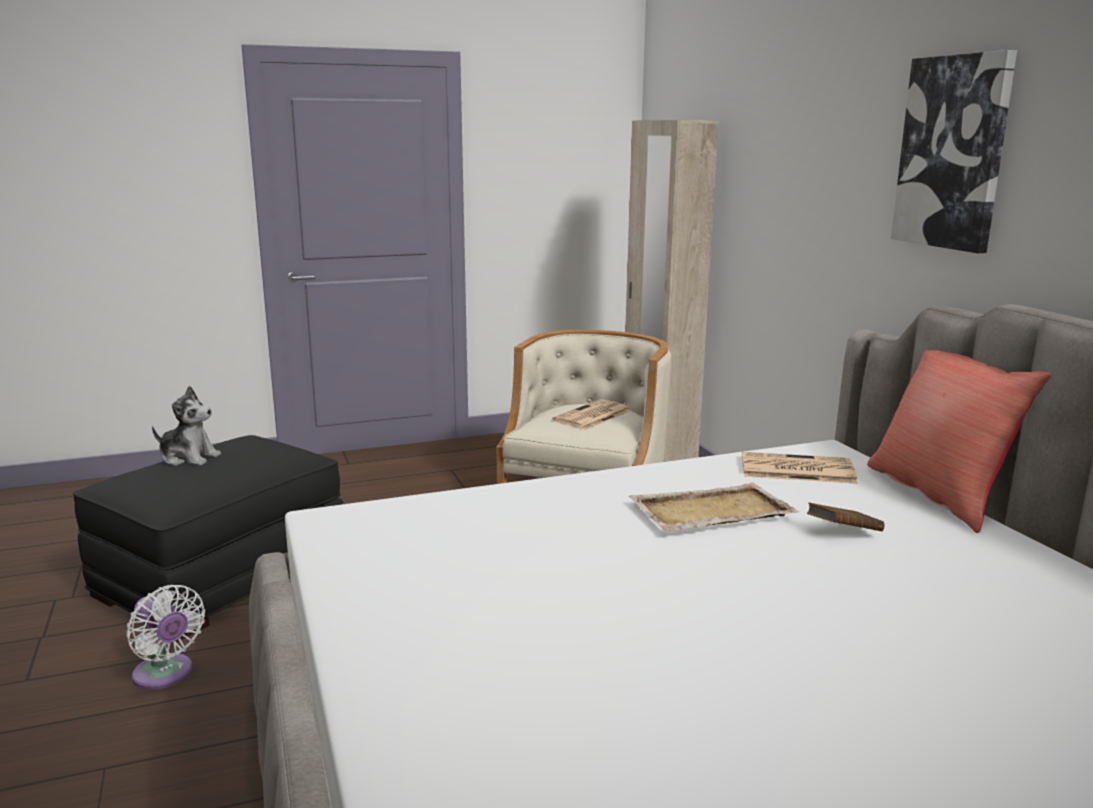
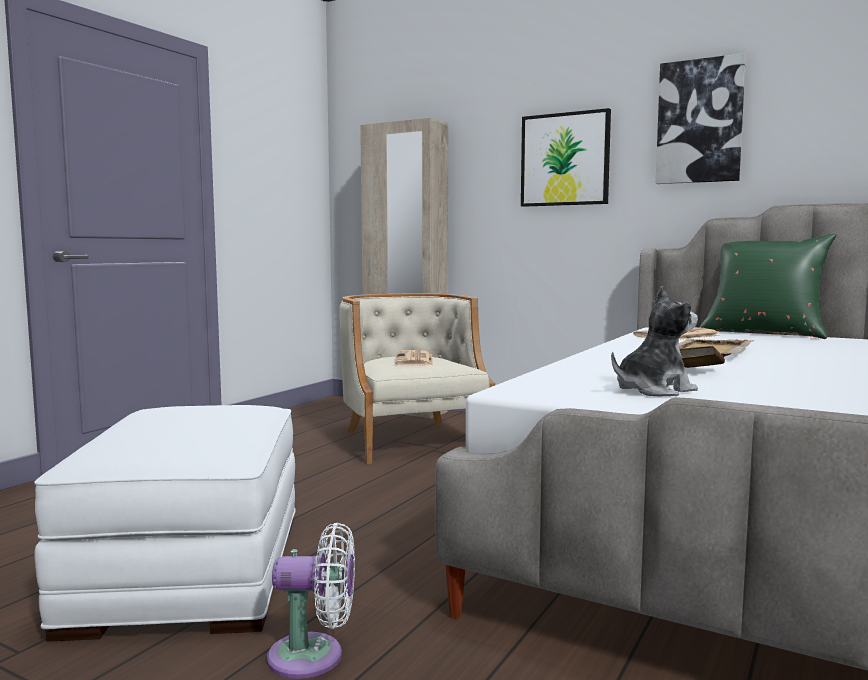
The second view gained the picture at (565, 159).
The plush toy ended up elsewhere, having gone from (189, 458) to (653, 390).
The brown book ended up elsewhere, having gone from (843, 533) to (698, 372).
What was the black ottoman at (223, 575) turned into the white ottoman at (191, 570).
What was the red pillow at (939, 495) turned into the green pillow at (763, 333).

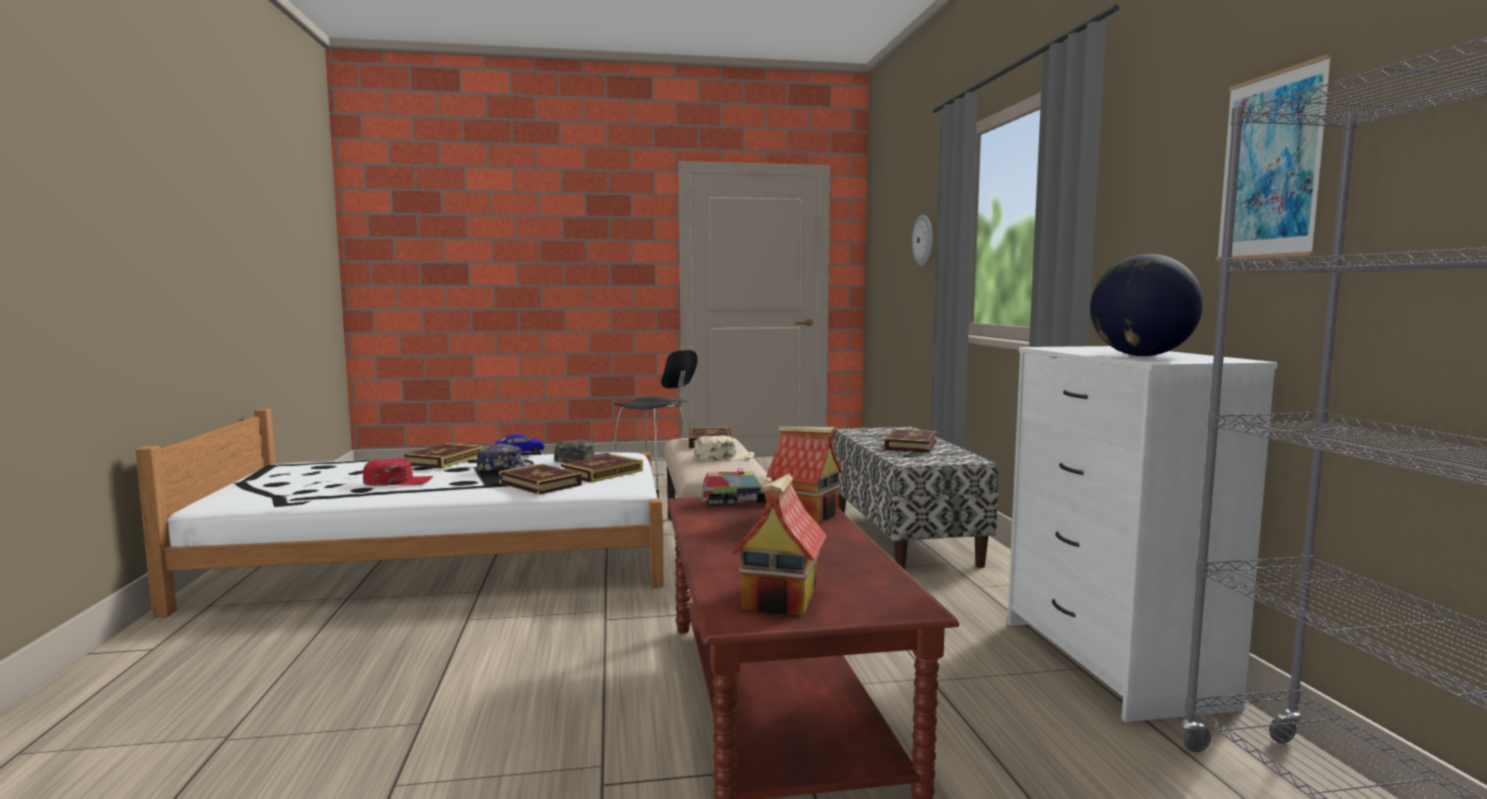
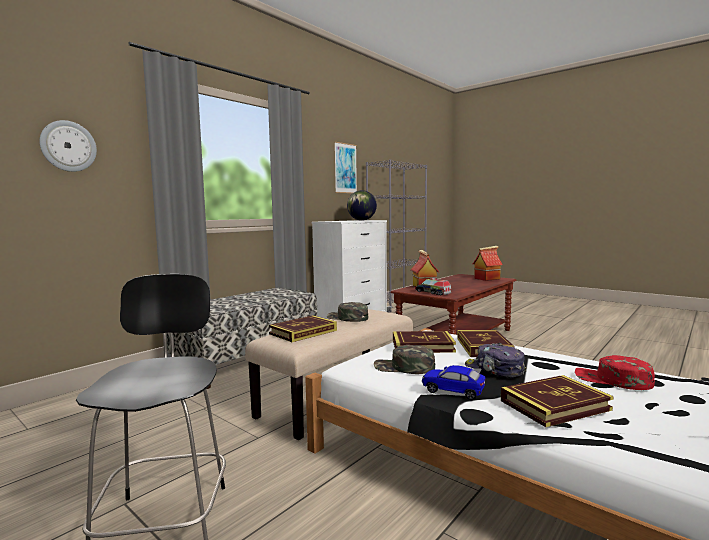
The second view lost the book at (911, 445).
What was the beige cap at (724, 457) turned into the green cap at (347, 318).

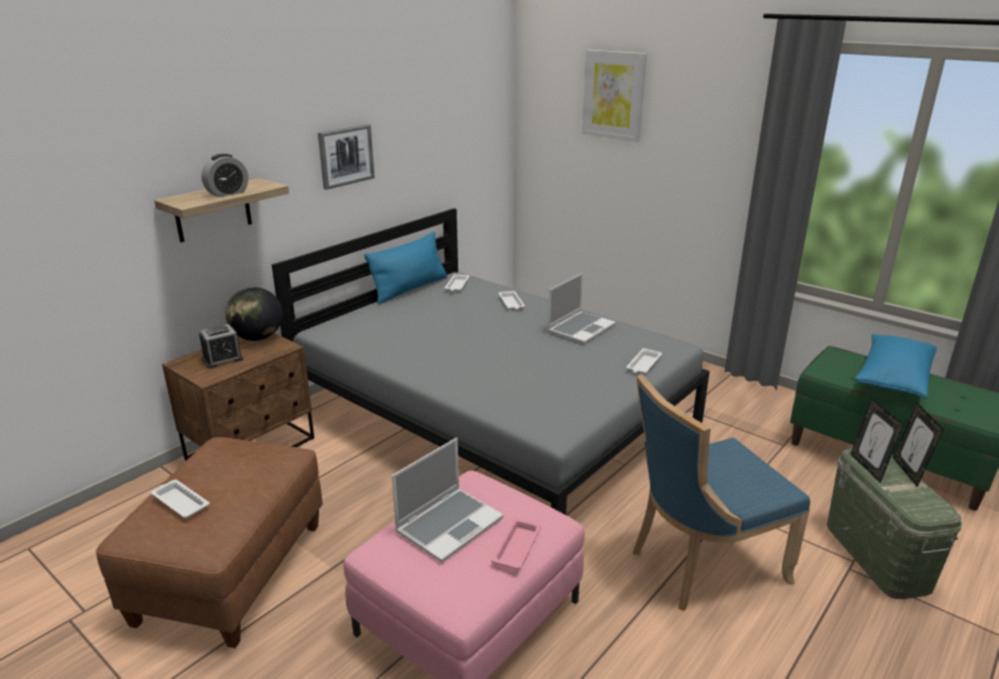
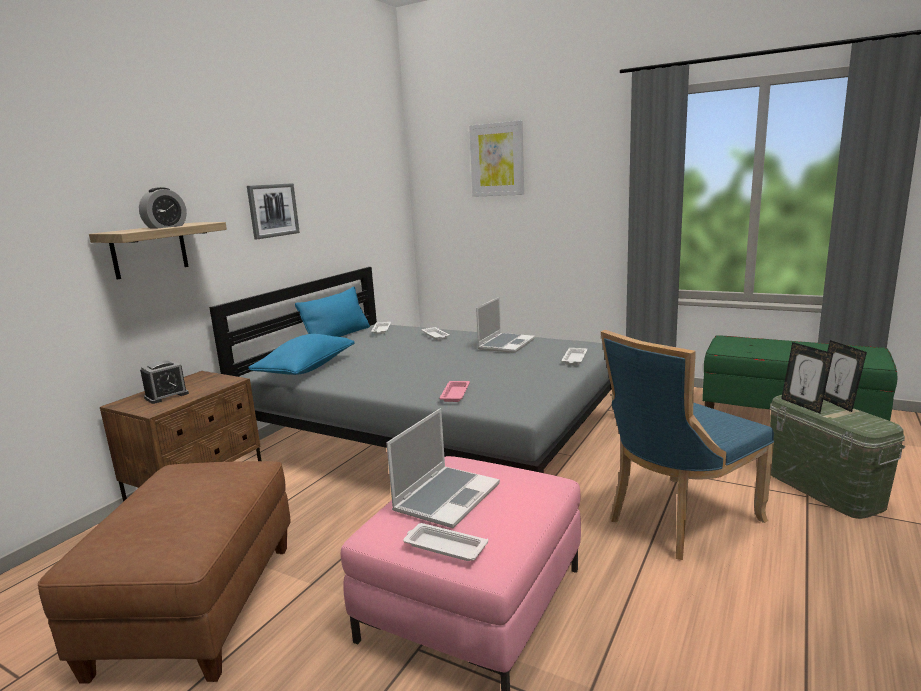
The second view lost the globe at (258, 338).
The white tray ended up elsewhere, having gone from (180, 502) to (444, 546).
The pink tray ended up elsewhere, having gone from (517, 546) to (455, 393).
The blue pillow ended up elsewhere, having gone from (893, 379) to (306, 369).

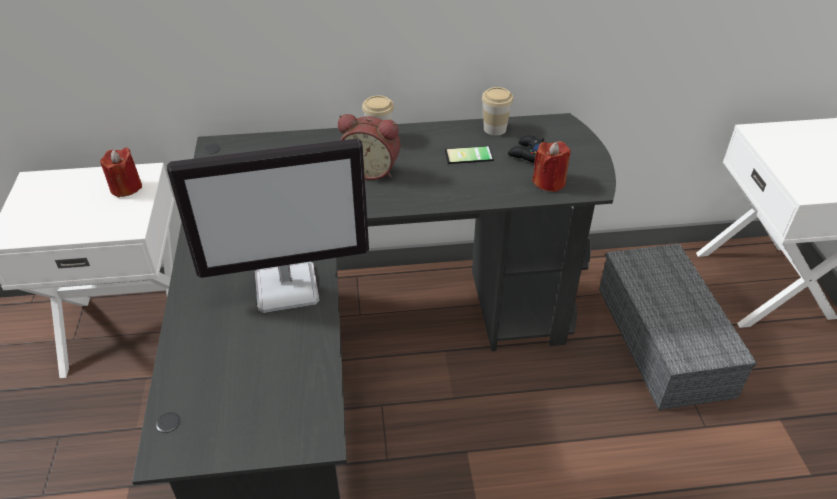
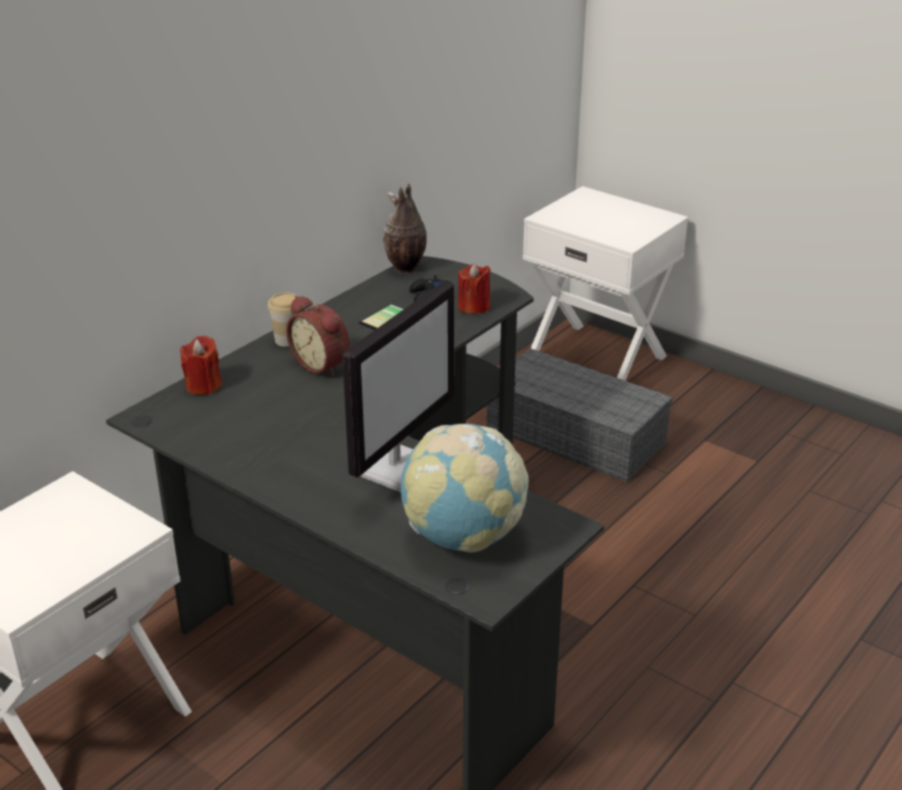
The second view lost the cup at (495, 129).
The second view gained the vase at (405, 269).
The second view gained the globe at (463, 537).
The red candle ended up elsewhere, having gone from (126, 187) to (203, 386).
The alarm clock at (371, 170) ended up facing another way, 75 degrees clockwise from before.

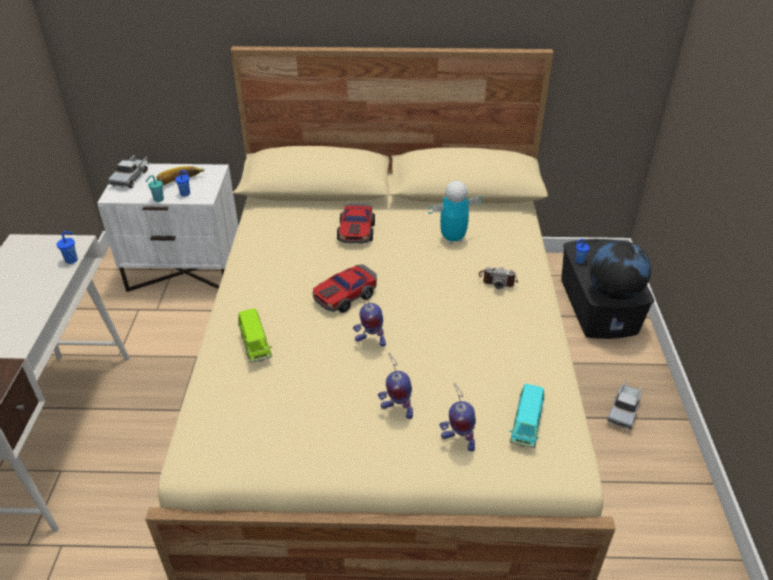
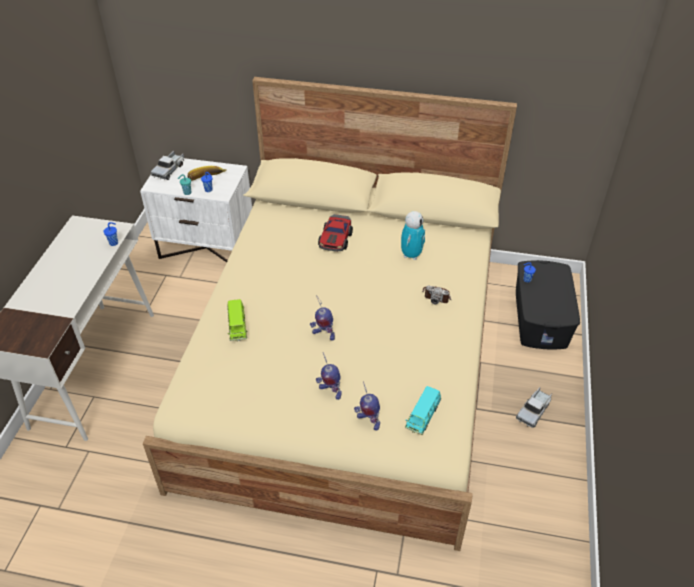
The second view lost the toy car at (345, 296).
The second view lost the globe at (614, 292).
The toy robot at (452, 239) ended up facing another way, 120 degrees clockwise from before.

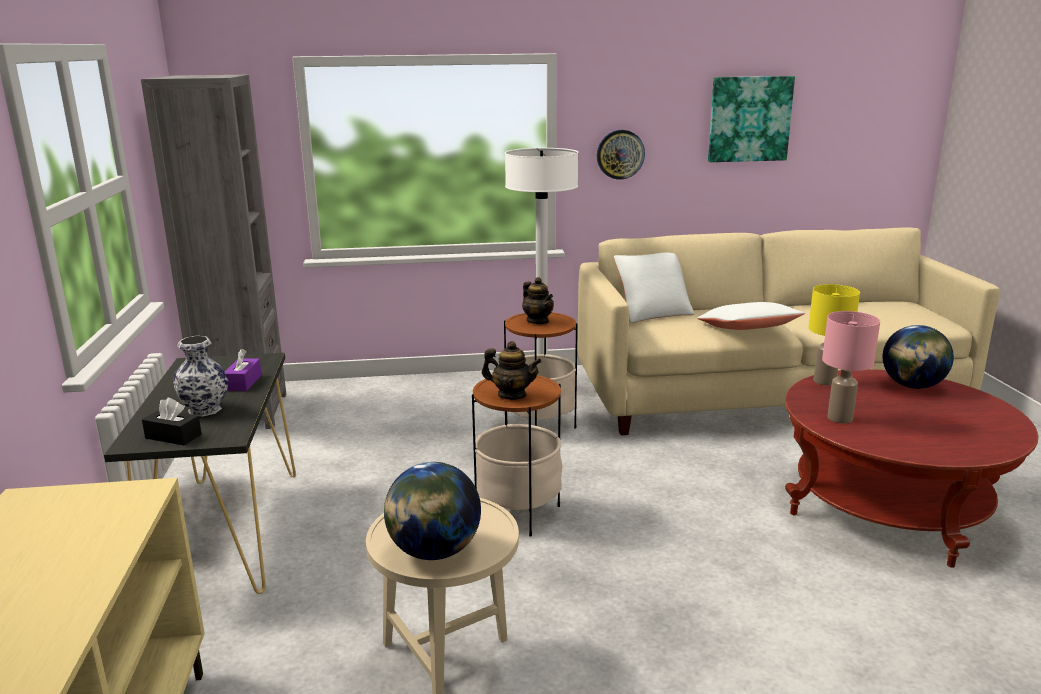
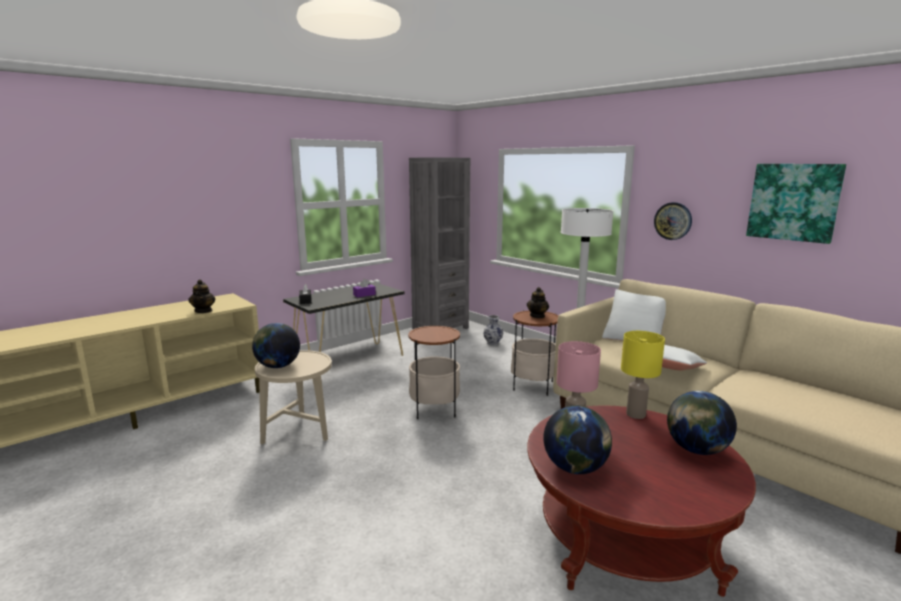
The second view gained the globe at (575, 468).
The vase ended up elsewhere, having gone from (204, 409) to (493, 343).
The teapot ended up elsewhere, having gone from (512, 395) to (203, 311).

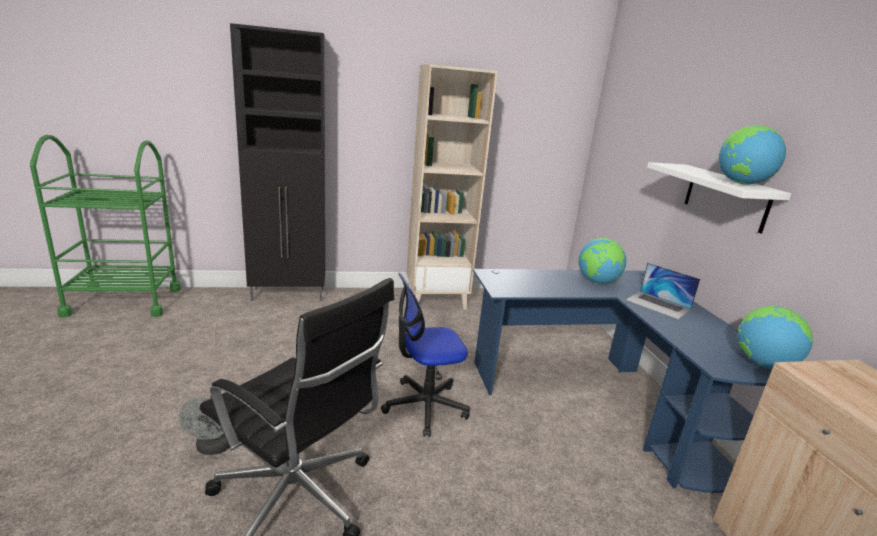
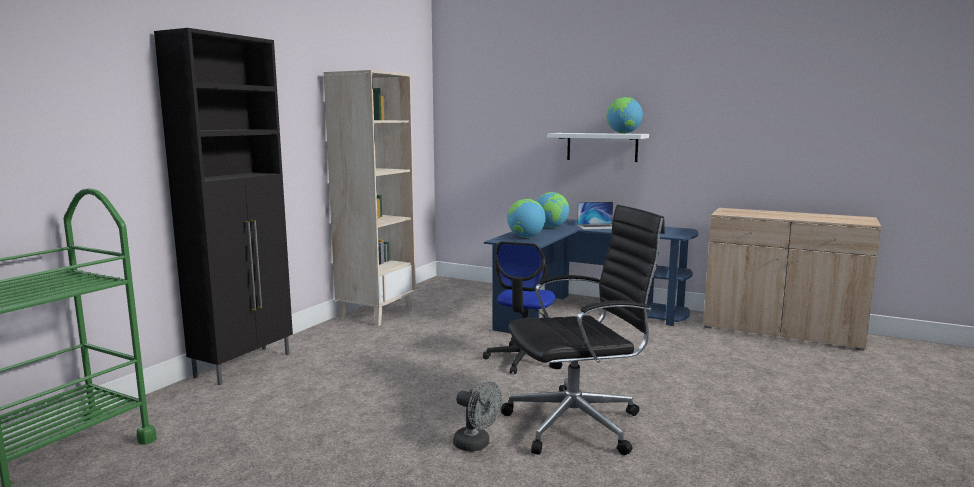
The globe ended up elsewhere, having gone from (762, 364) to (525, 237).

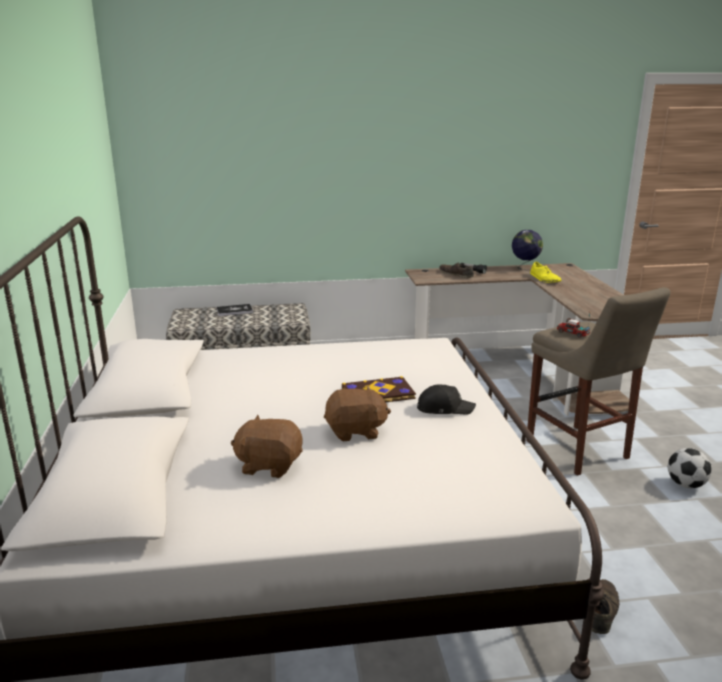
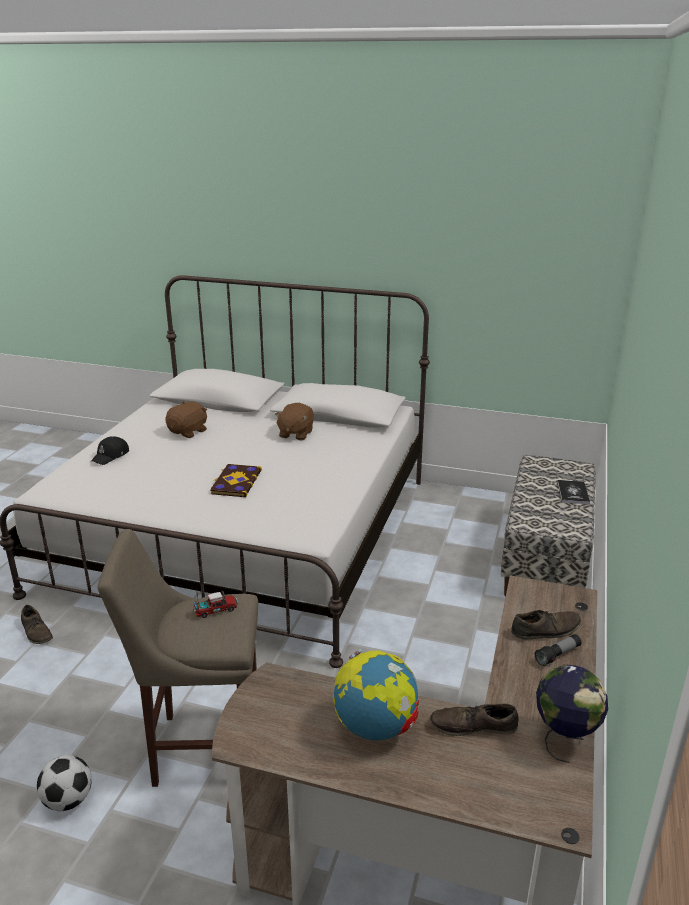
The second view gained the globe at (375, 727).
The brown plush toy ended up elsewhere, having gone from (355, 431) to (295, 434).
The black cap ended up elsewhere, having gone from (444, 408) to (111, 456).
What was the yellow shoe at (544, 279) turned into the brown shoe at (473, 726).

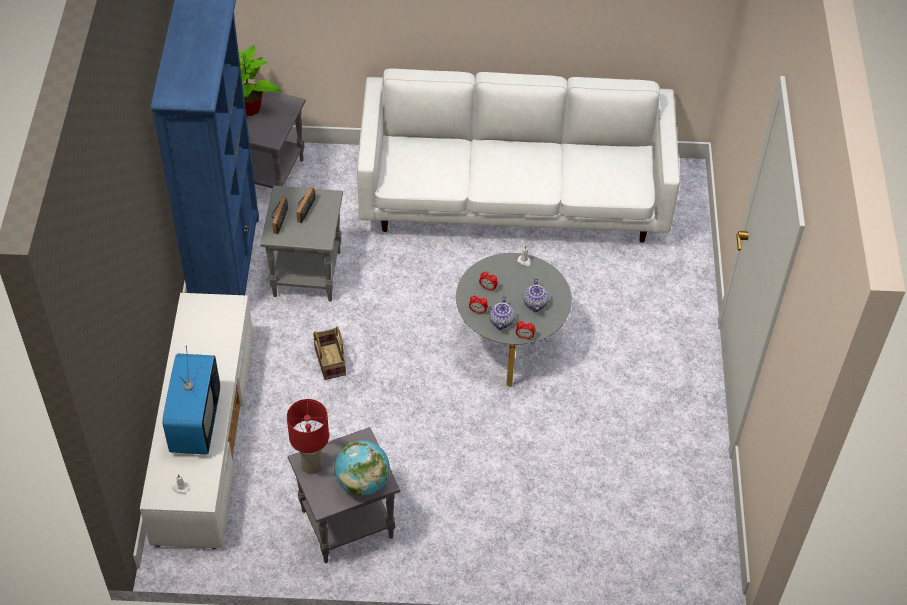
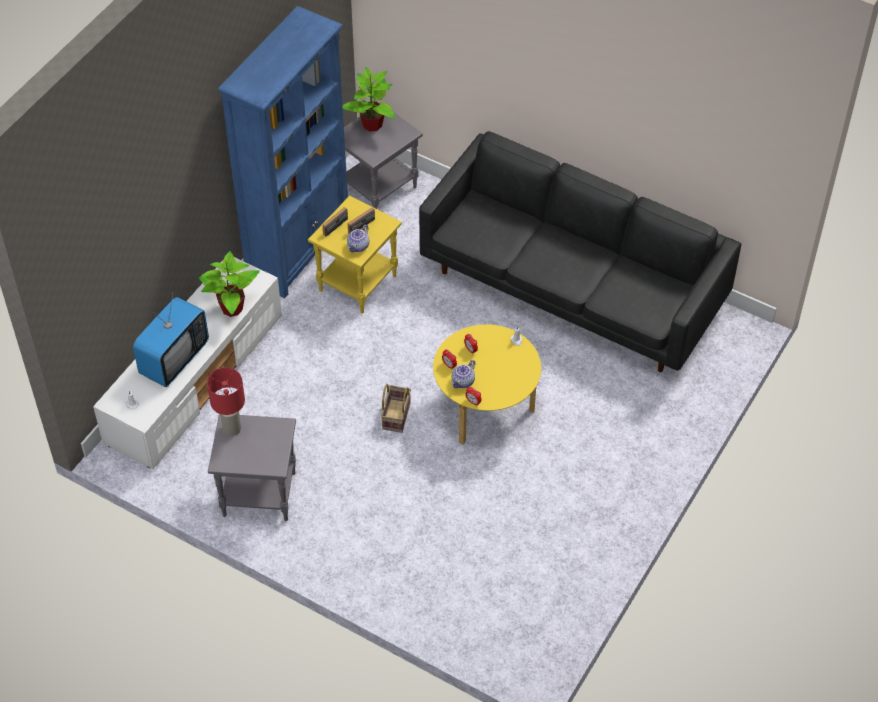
The second view lost the globe at (362, 482).
The second view gained the potted plant at (231, 309).
The basket ended up elsewhere, having gone from (329, 361) to (395, 415).
The teapot ended up elsewhere, having gone from (536, 303) to (358, 247).
What was the grey side table at (308, 275) turned into the yellow side table at (358, 284).
What was the white sofa at (514, 200) turned into the black sofa at (572, 291).
What was the grey coffee table at (510, 343) turned into the yellow coffee table at (485, 409).

